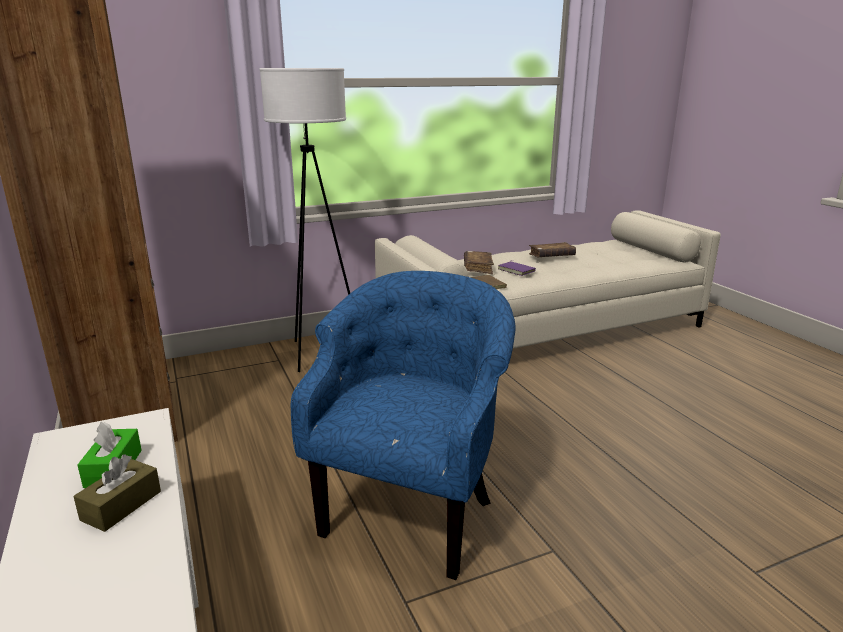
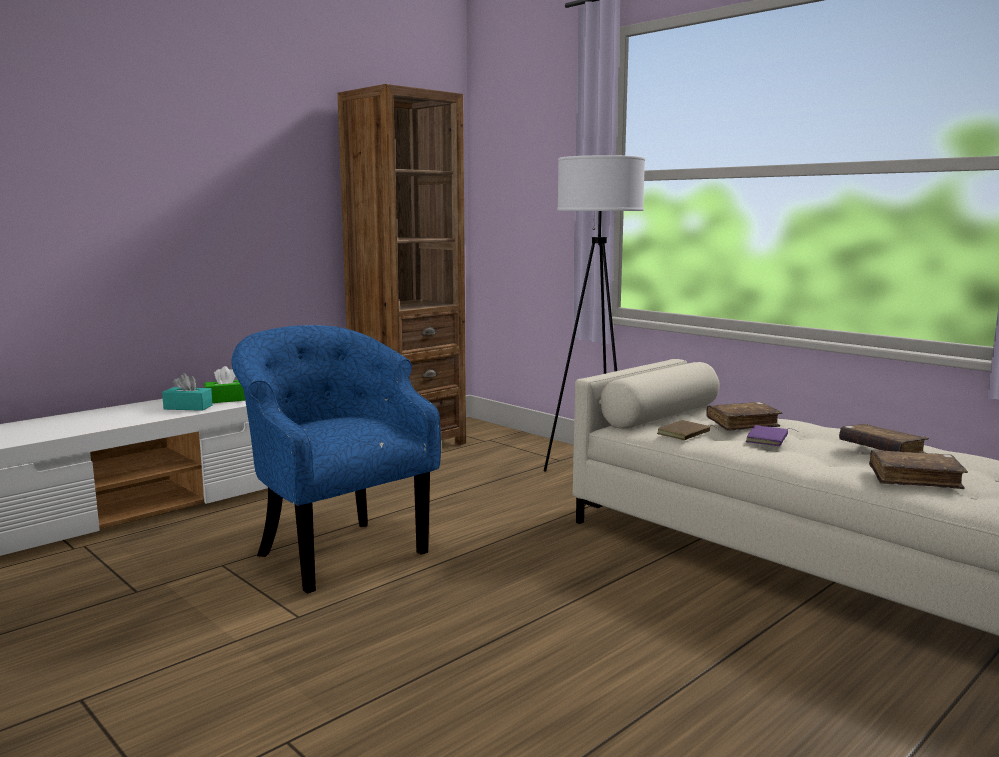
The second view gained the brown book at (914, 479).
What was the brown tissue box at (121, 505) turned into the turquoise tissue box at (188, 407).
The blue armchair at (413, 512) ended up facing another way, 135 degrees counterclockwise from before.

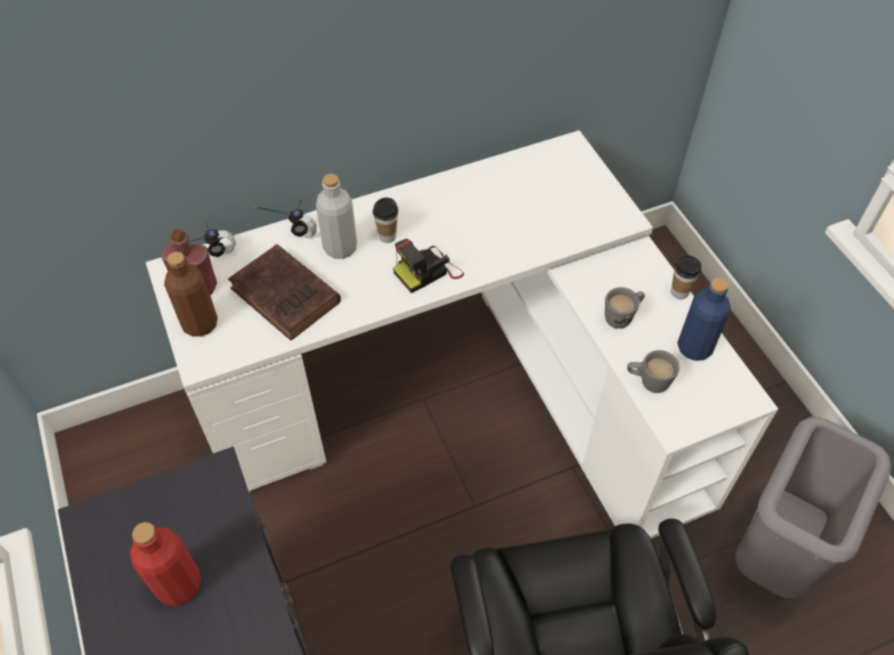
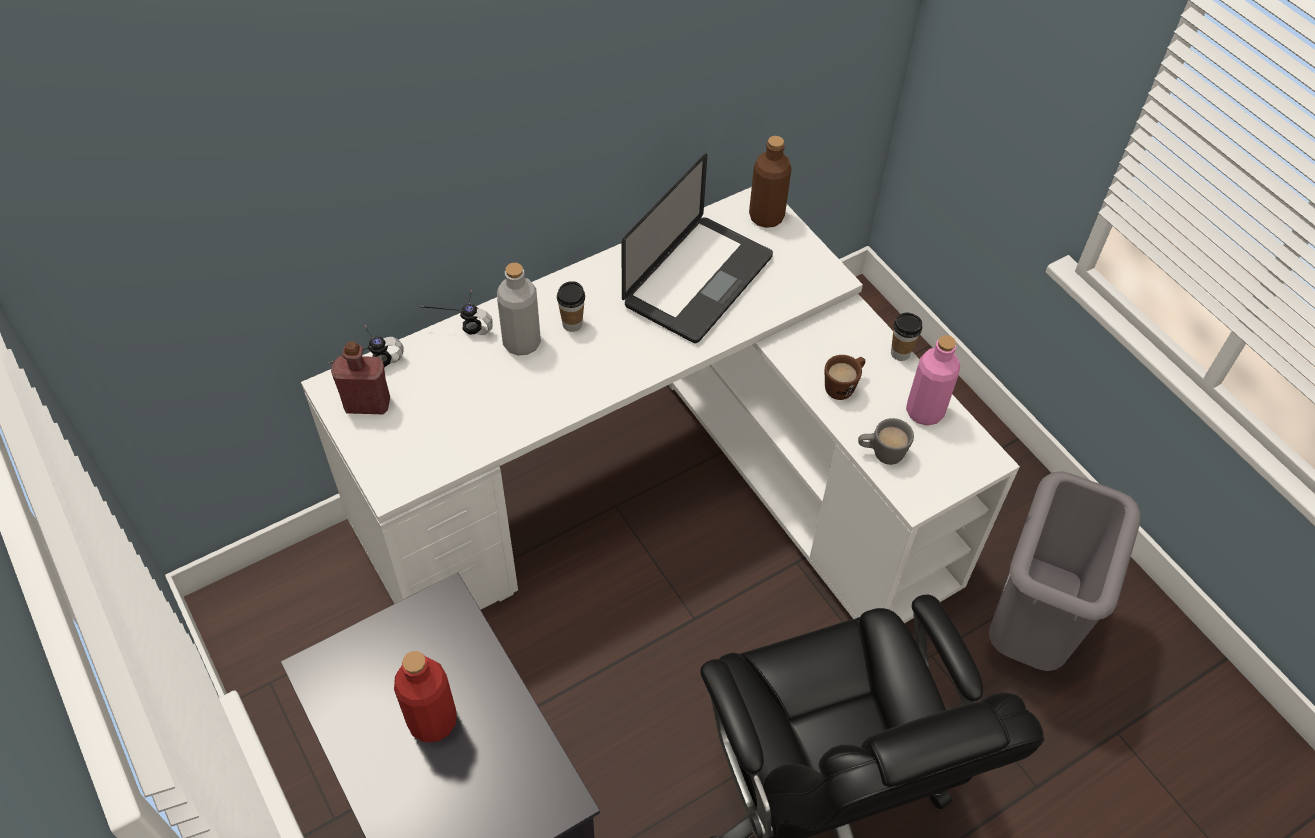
The second view lost the brown book at (287, 297).
The second view lost the photo camera at (428, 271).
The second view gained the laptop at (698, 281).
The brown bottle ended up elsewhere, having gone from (200, 324) to (766, 217).
What was the grey mug at (622, 316) turned into the brown mug at (843, 386).
What was the blue bottle at (694, 347) turned into the pink bottle at (924, 411).

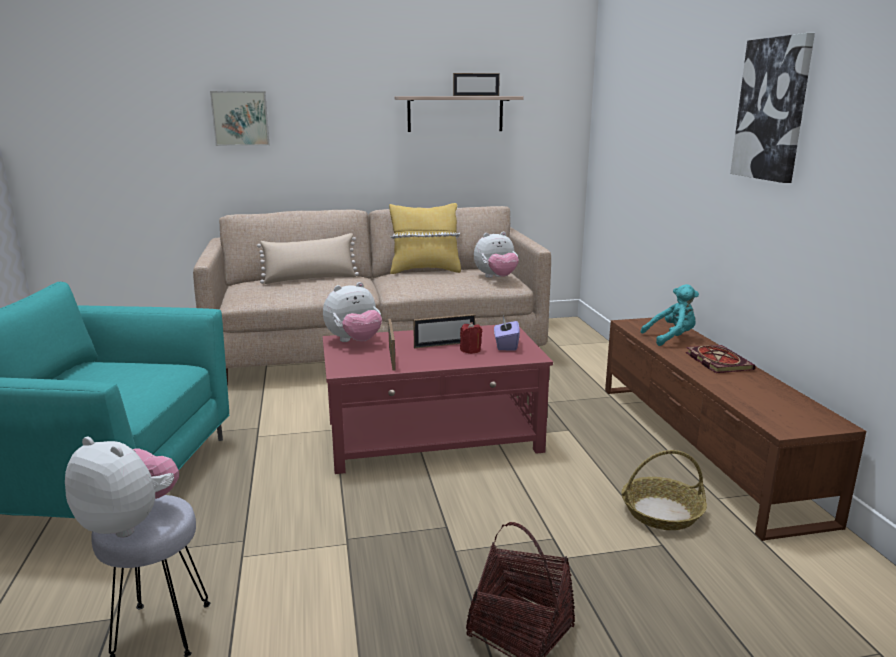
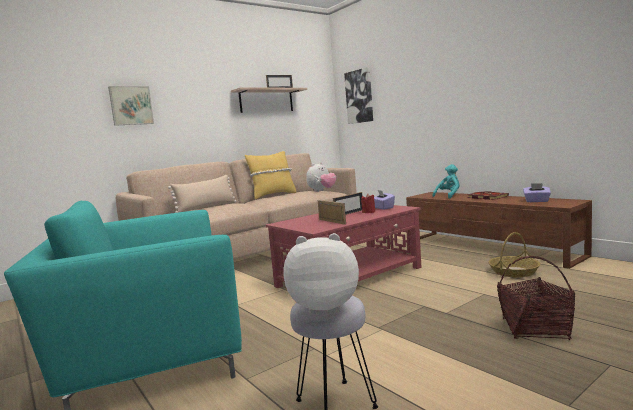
The second view lost the plush toy at (354, 341).
The second view gained the purple tissue box at (536, 201).
The picture ended up elsewhere, having gone from (772, 109) to (359, 96).

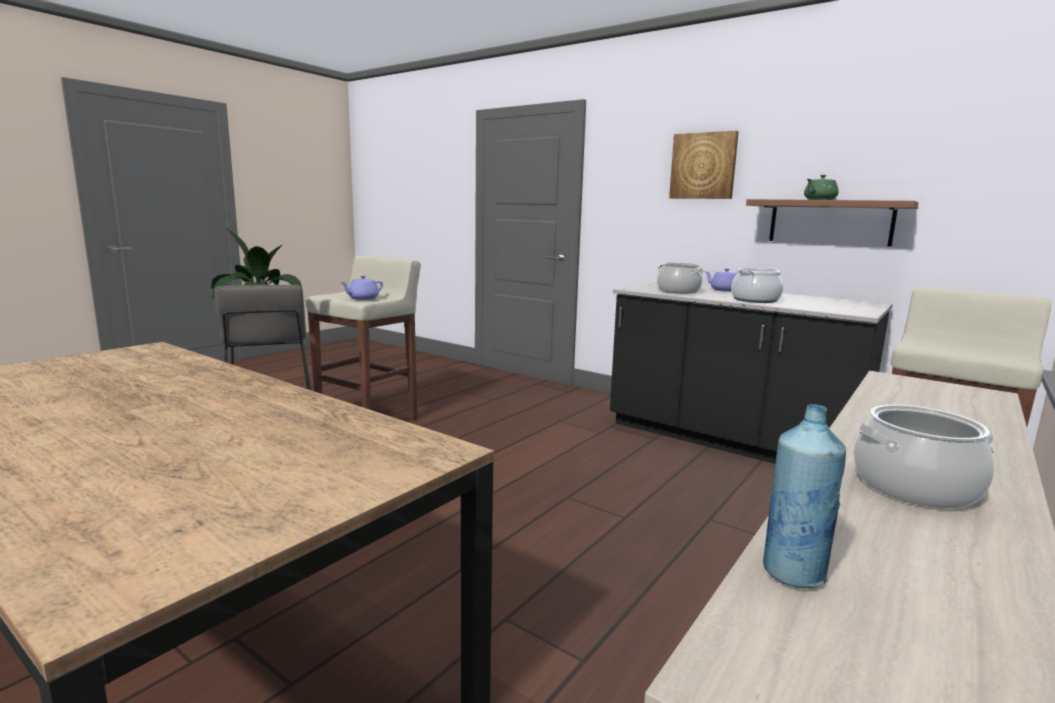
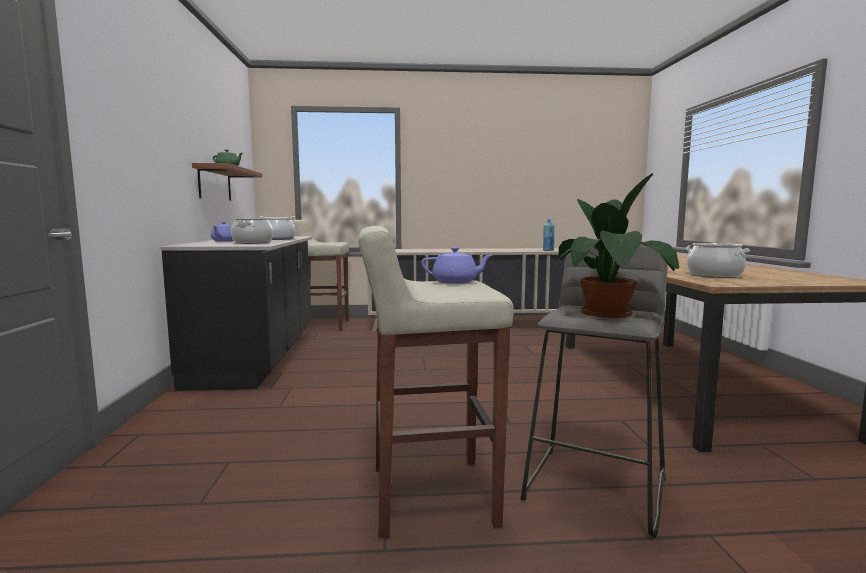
The second view lost the picture at (703, 166).
The cooking pot ended up elsewhere, having gone from (914, 486) to (714, 275).

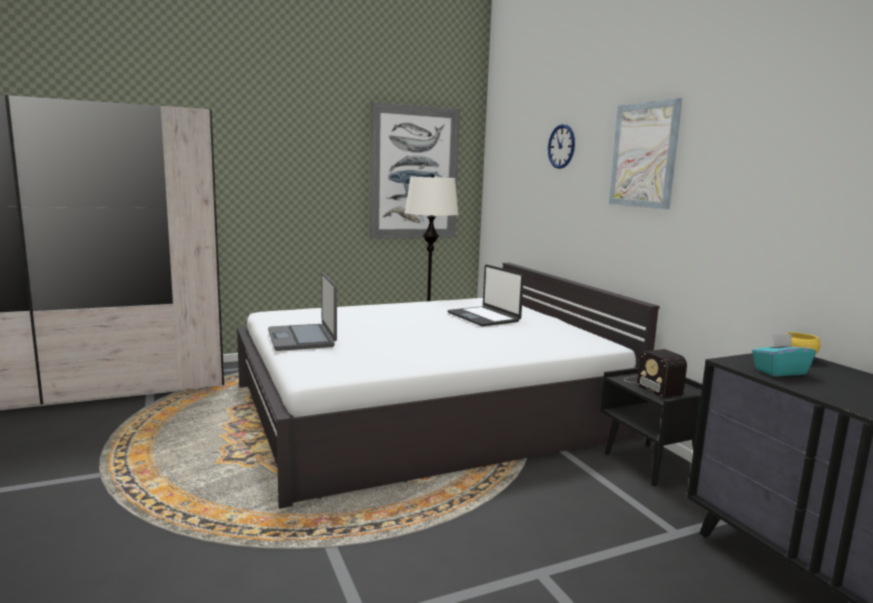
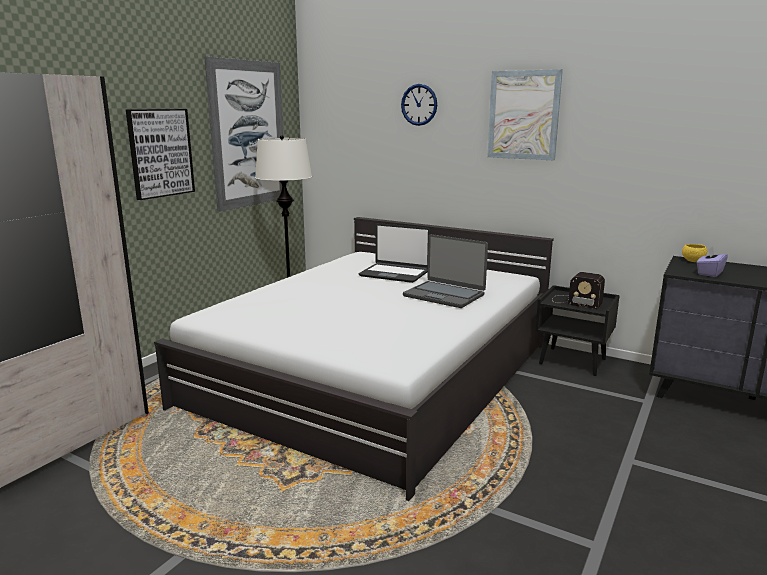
The second view gained the picture at (160, 153).
The laptop ended up elsewhere, having gone from (302, 338) to (444, 295).
What was the turquoise tissue box at (779, 372) turned into the purple tissue box at (709, 273).

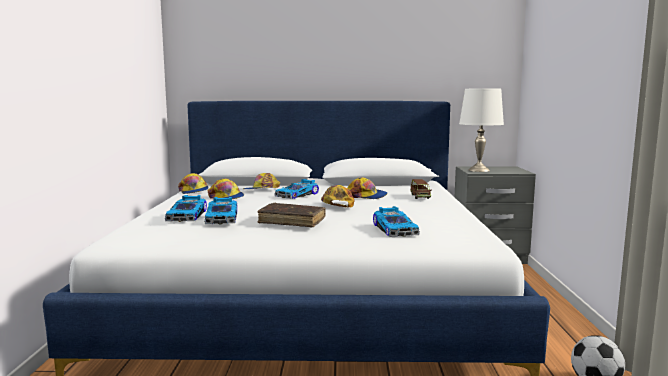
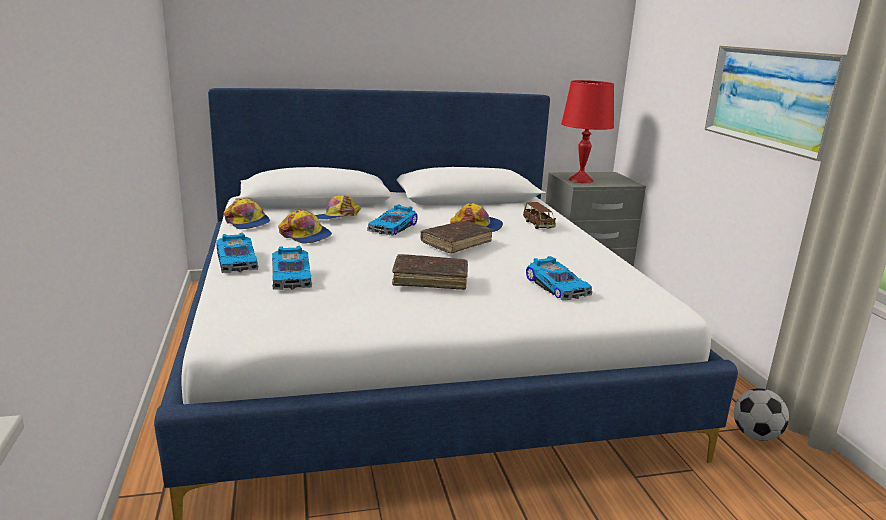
The second view gained the picture at (770, 97).
The toy car ended up elsewhere, having gone from (223, 218) to (238, 261).
Where the cap stood at (337, 204), the brown book came to stand at (456, 243).
What was the white table lamp at (478, 170) turned into the red table lamp at (580, 180).

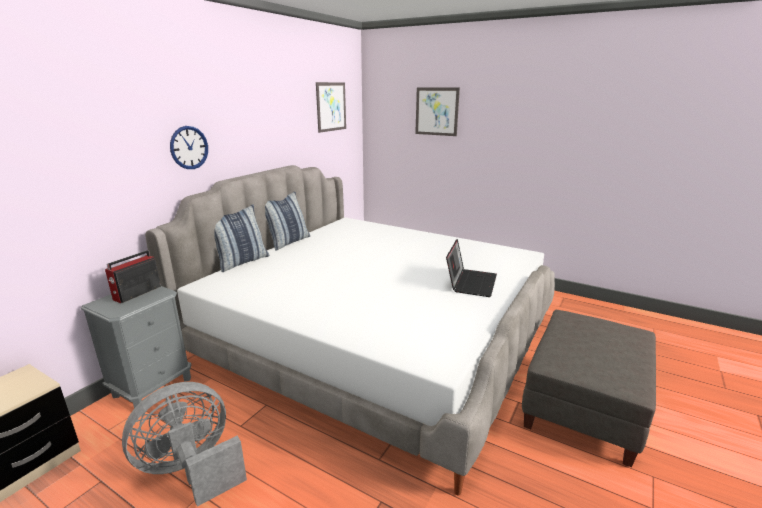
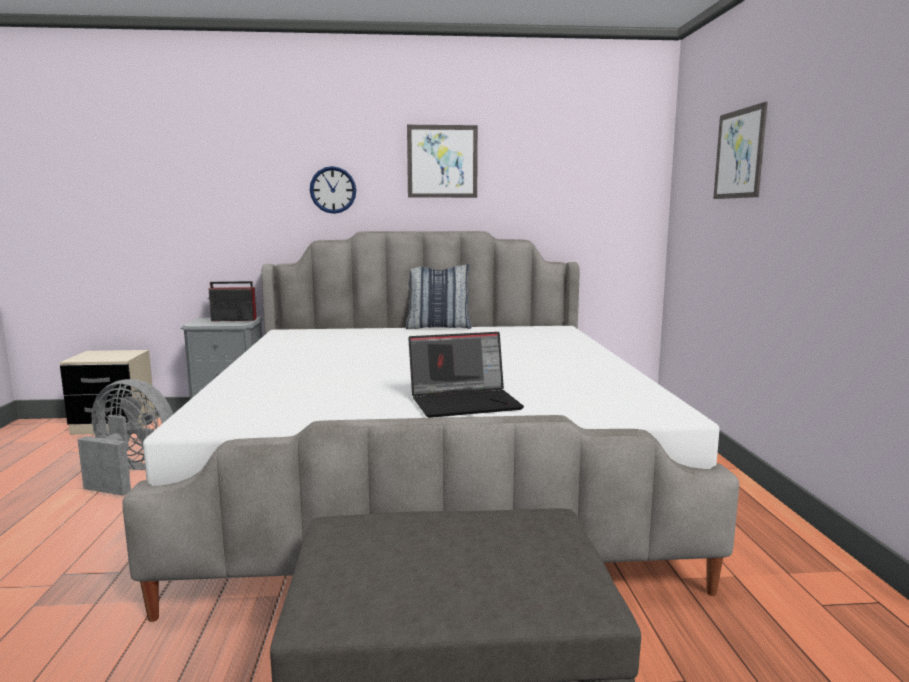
The second view lost the pillow at (242, 262).
The picture ended up elsewhere, having gone from (331, 106) to (442, 161).

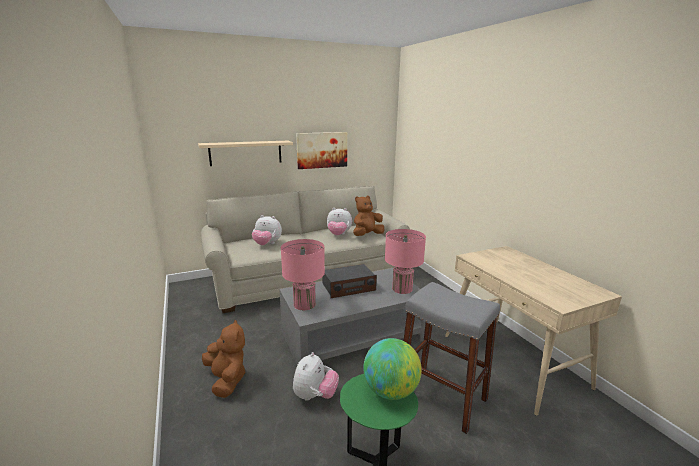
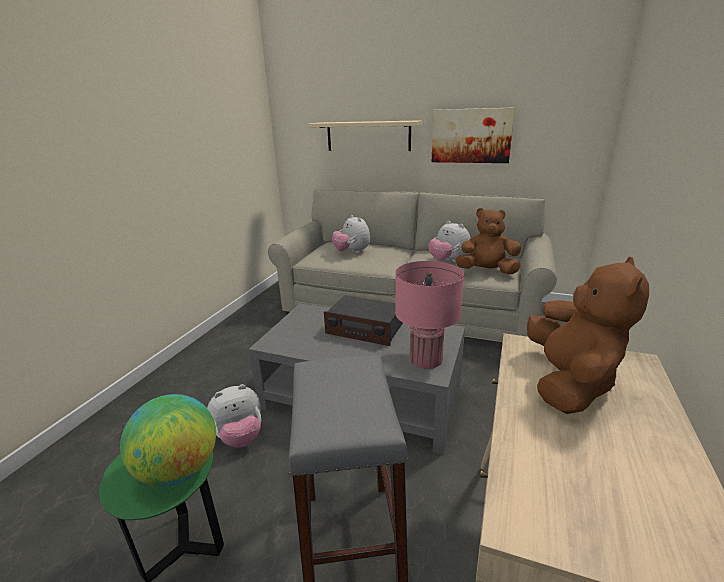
The second view lost the pink table lamp at (304, 304).
The brown plush toy ended up elsewhere, having gone from (227, 380) to (569, 382).

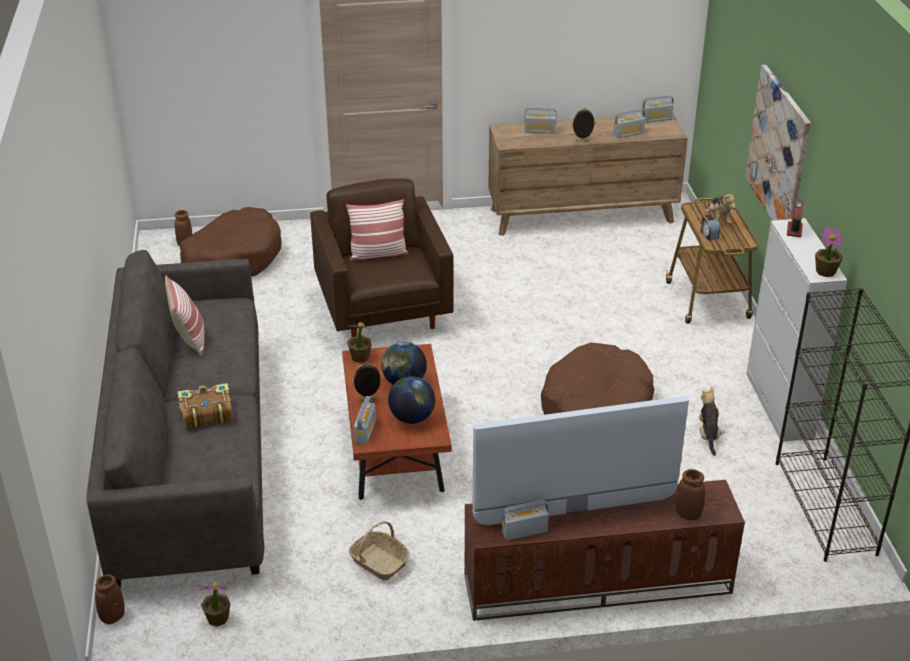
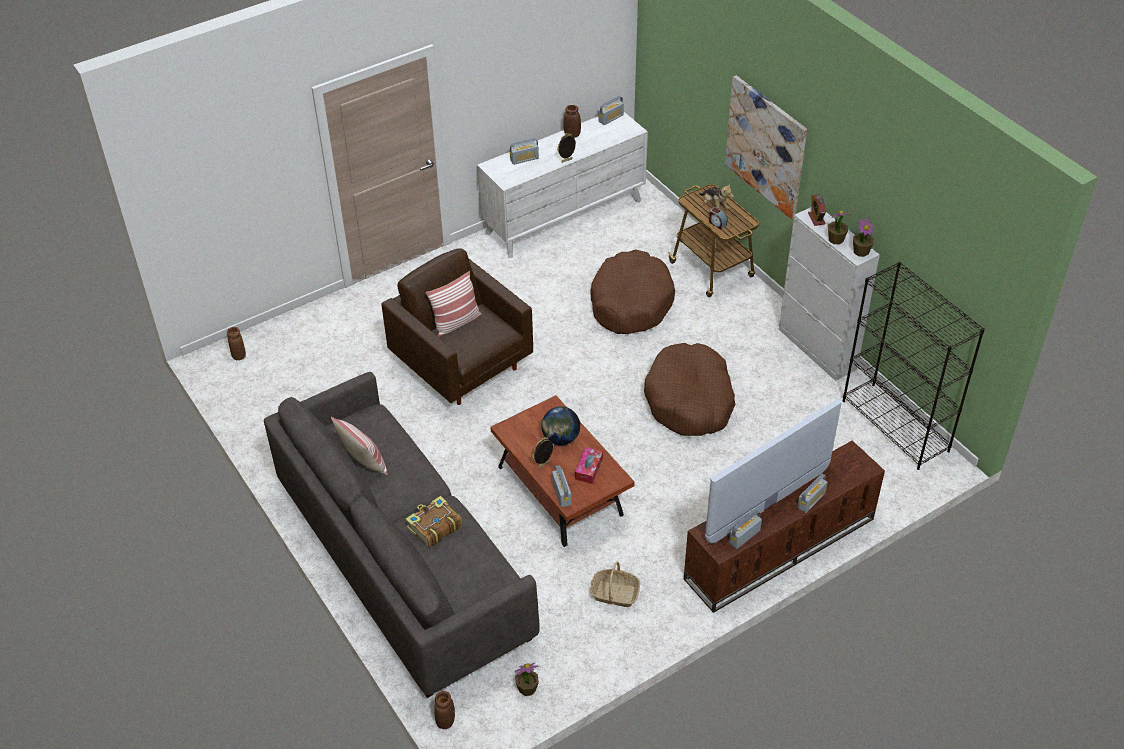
The second view lost the plush toy at (708, 435).
The brown dog bed ended up elsewhere, having gone from (233, 258) to (630, 302).
The potted plant ended up elsewhere, having gone from (360, 357) to (835, 239).
The radio ended up elsewhere, having gone from (628, 134) to (811, 500).
The brown vase ended up elsewhere, having gone from (688, 514) to (572, 135).
Where the globe stood at (412, 418), the tissue box came to stand at (589, 469).
What was the brown dresser at (582, 215) turned into the white dresser at (564, 216).

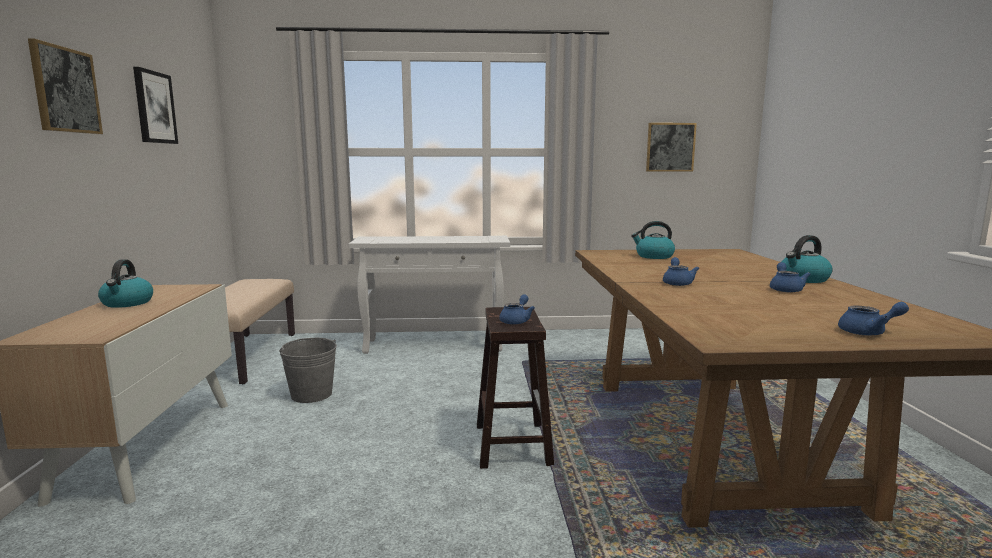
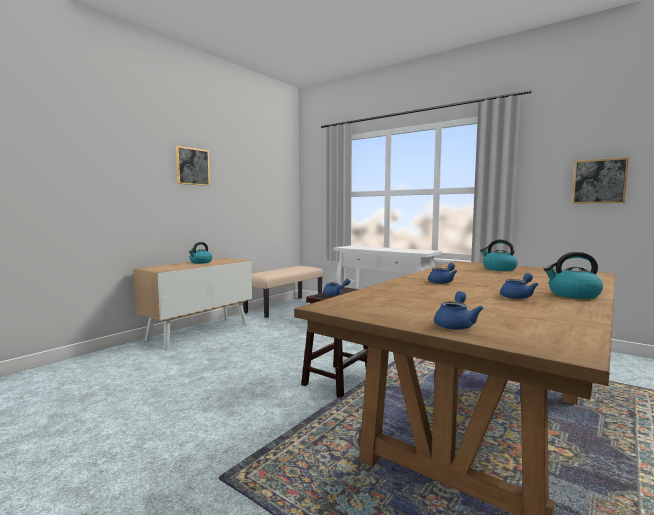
The second view lost the picture at (154, 107).
The second view lost the grey bucket at (311, 394).
The blue teapot at (868, 332) ended up facing another way, 105 degrees counterclockwise from before.

